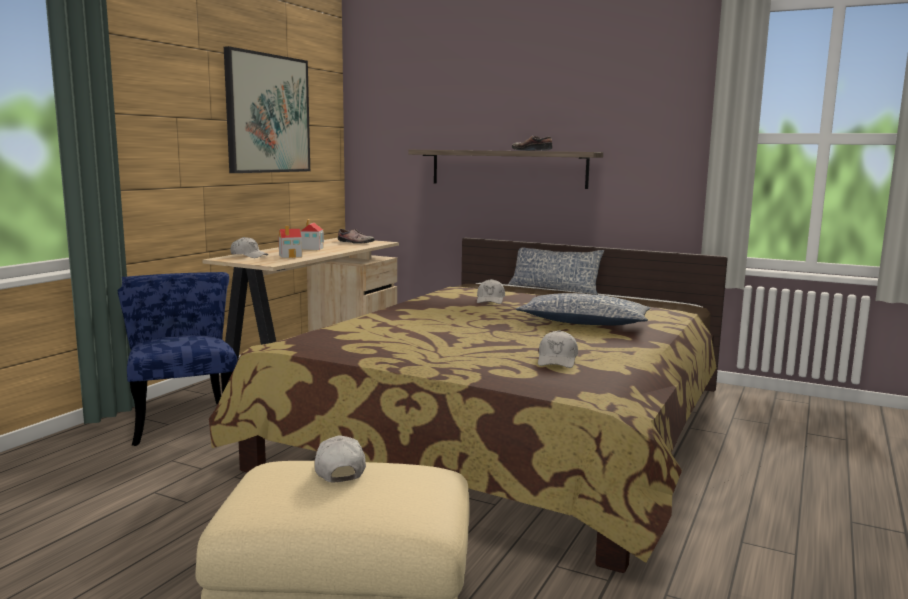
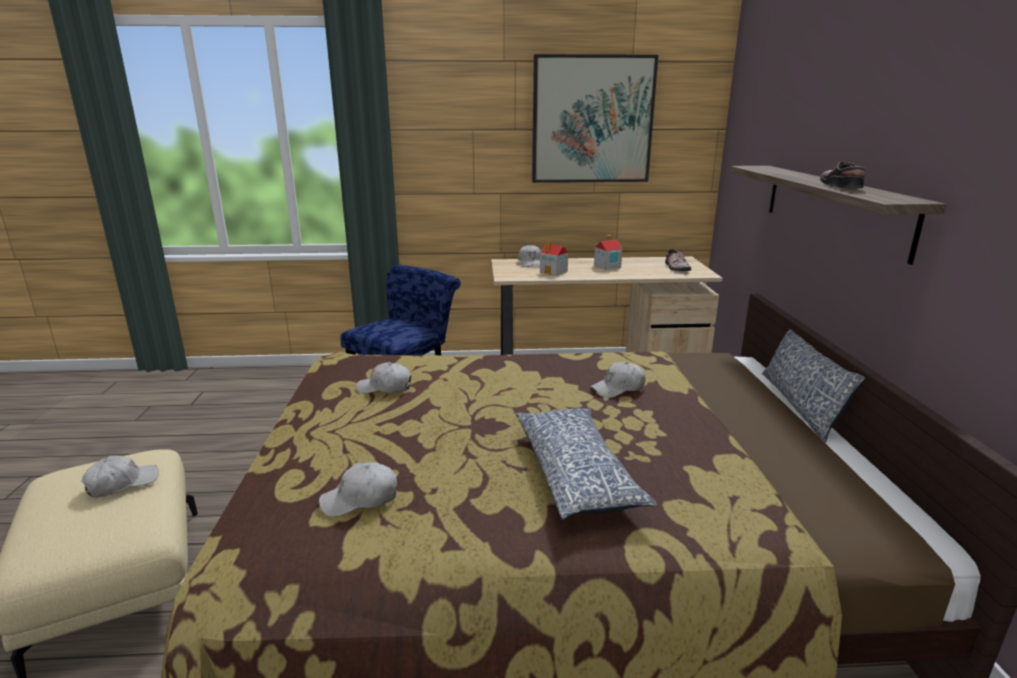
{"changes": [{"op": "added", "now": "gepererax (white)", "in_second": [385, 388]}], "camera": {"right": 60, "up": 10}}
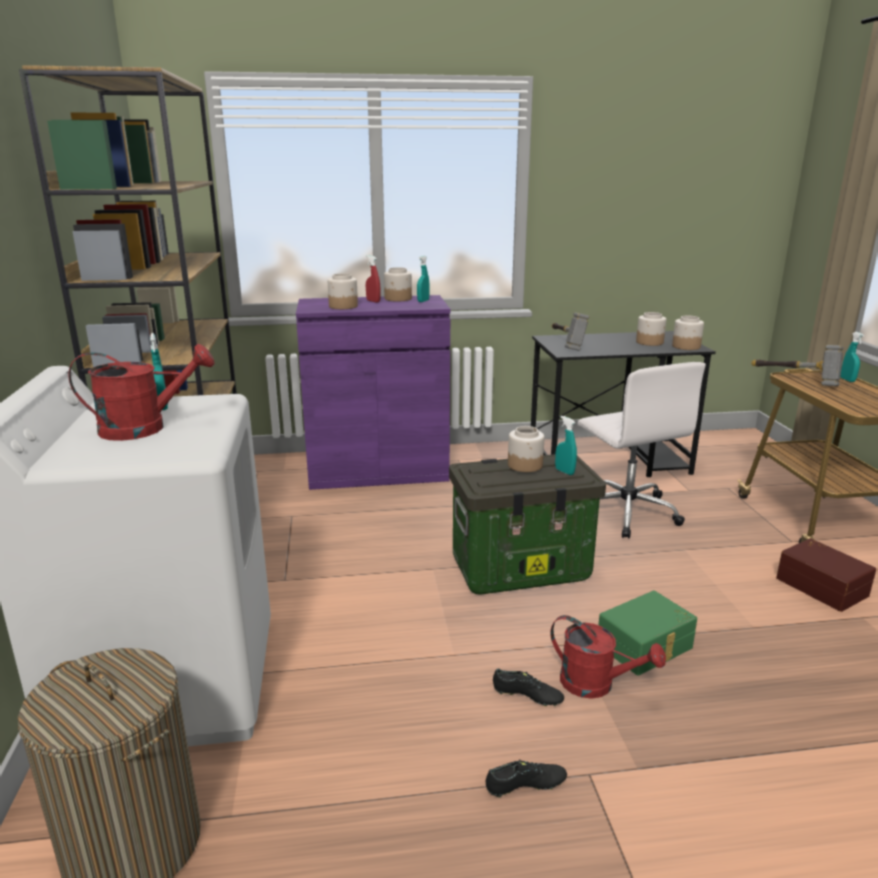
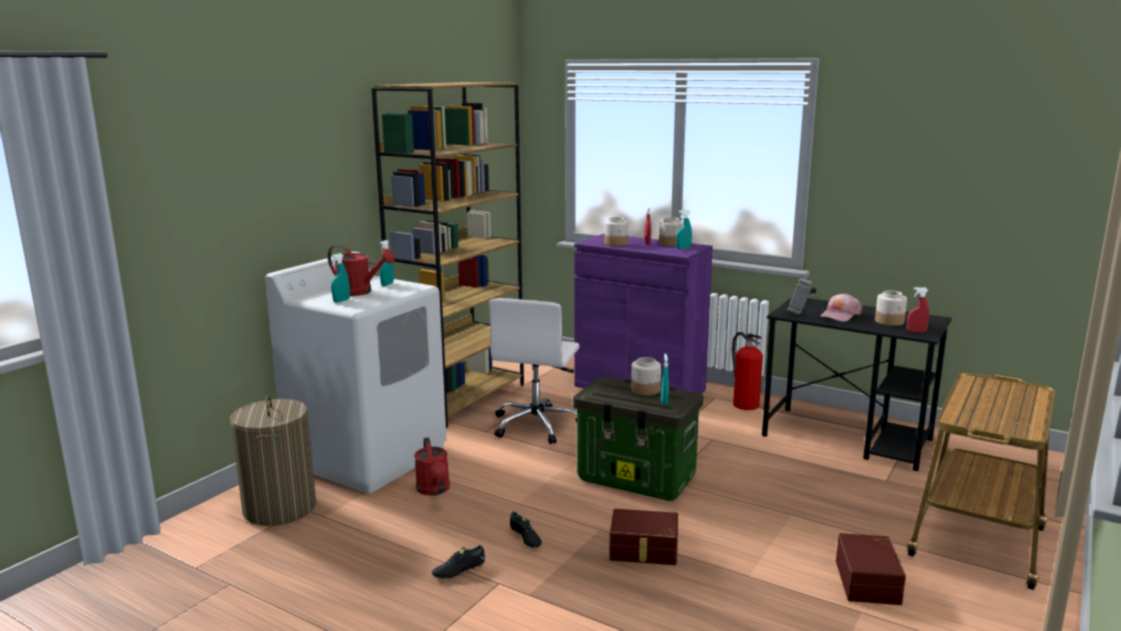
{"changes": [{"op": "removed", "was": "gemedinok", "in_first": [796, 381]}, {"op": "added", "now": "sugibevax", "in_second": [744, 404]}, {"op": "added", "now": "gepererax (pink)", "in_second": [840, 315]}, {"op": "moved", "was": "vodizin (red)", "in_first": [596, 684], "in_second": [434, 490]}, {"op": "moved", "was": "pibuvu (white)", "in_first": [625, 512], "in_second": [537, 425]}, {"op": "moved", "was": "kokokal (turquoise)", "in_first": [847, 380], "in_second": [341, 301]}, {"op": "replaced", "was": "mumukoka", "now": "kokokal (red)", "in_first": [685, 346], "in_second": [916, 332]}, {"op": "recoloured", "was": "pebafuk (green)", "now": "pebafuk (brown)", "in_first": [646, 647], "in_second": [644, 550]}, {"op": "turned", "was": "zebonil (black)", "in_first": [525, 786], "in_second": [459, 571], "clockwise": 120}], "camera": {"right": 40, "up": -5}}
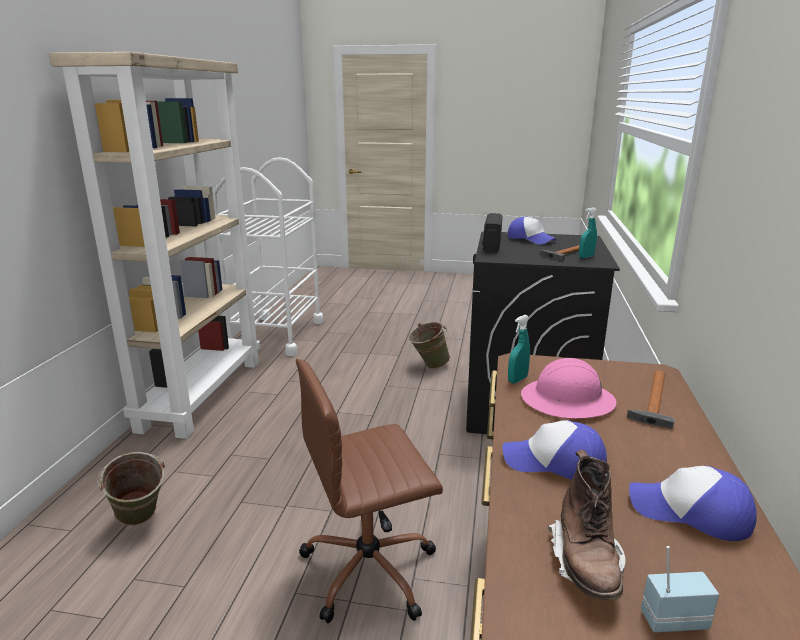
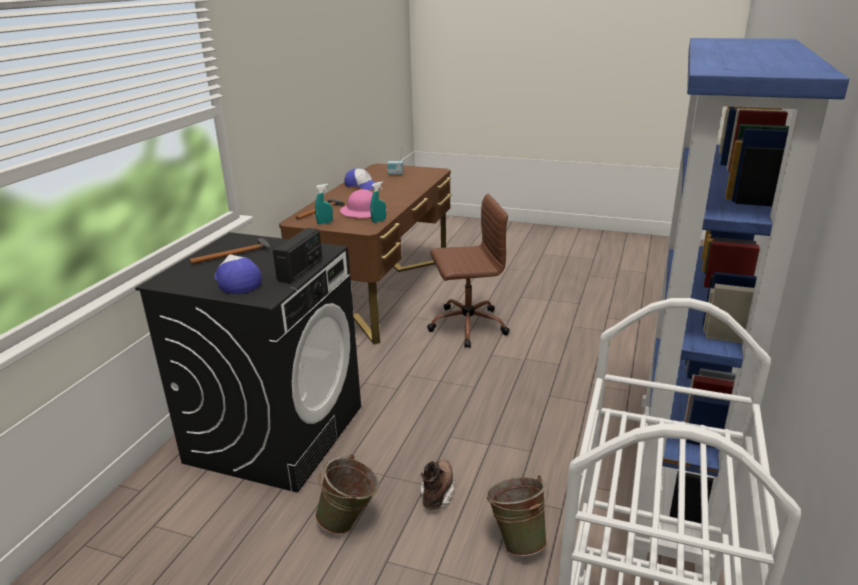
{"changes": [{"op": "removed", "was": "gepererax", "in_first": [554, 462]}, {"op": "moved", "was": "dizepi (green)", "in_first": [140, 522], "in_second": [517, 539]}, {"op": "moved", "was": "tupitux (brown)", "in_first": [586, 563], "in_second": [437, 493]}, {"op": "moved", "was": "kokokal (turquoise)", "in_first": [586, 257], "in_second": [325, 223]}, {"op": "recoloured", "was": "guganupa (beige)", "now": "guganupa (blue)", "in_first": [202, 393], "in_second": [674, 493]}], "camera": {"right": -170, "up": 5}}
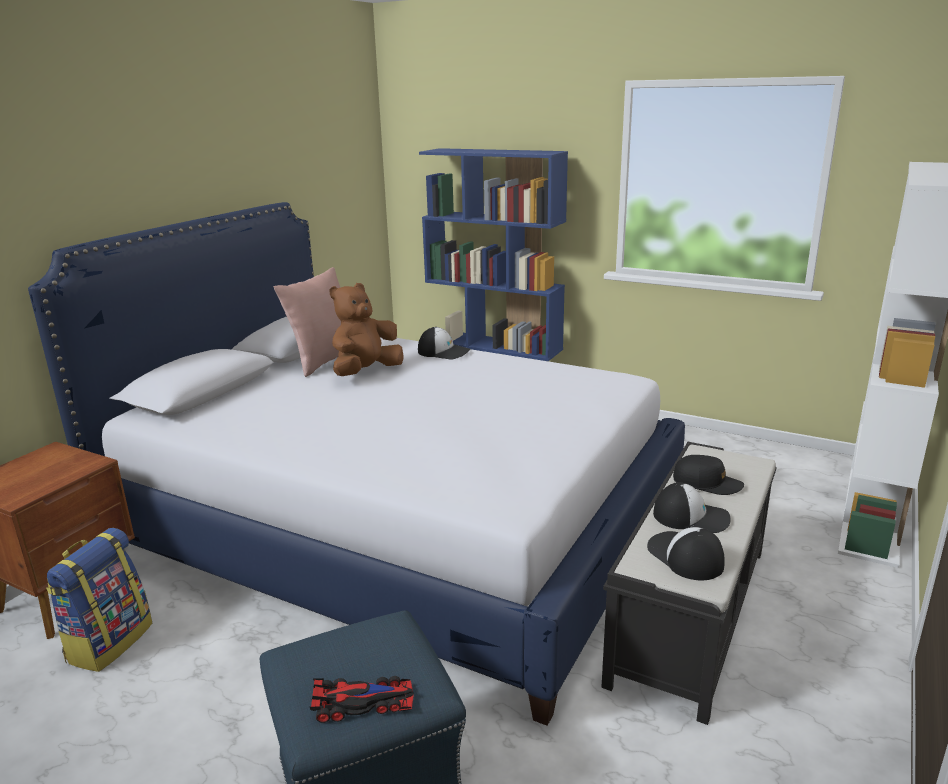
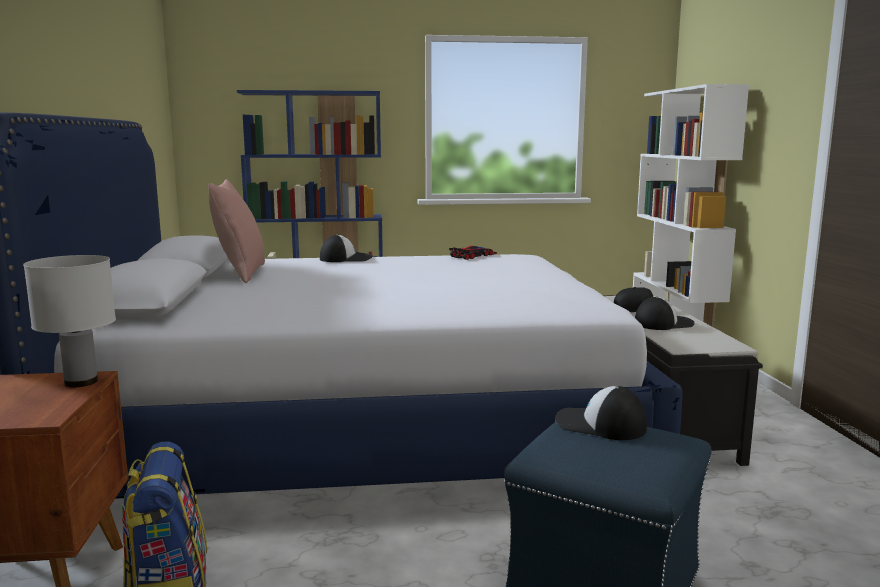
{"changes": [{"op": "removed", "was": "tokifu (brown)", "in_first": [366, 372]}, {"op": "added", "now": "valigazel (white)", "in_second": [82, 382]}, {"op": "moved", "was": "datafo", "in_first": [363, 702], "in_second": [473, 256]}, {"op": "moved", "was": "gepererax", "in_first": [684, 557], "in_second": [600, 425]}], "camera": {"right": -35, "up": -10}}
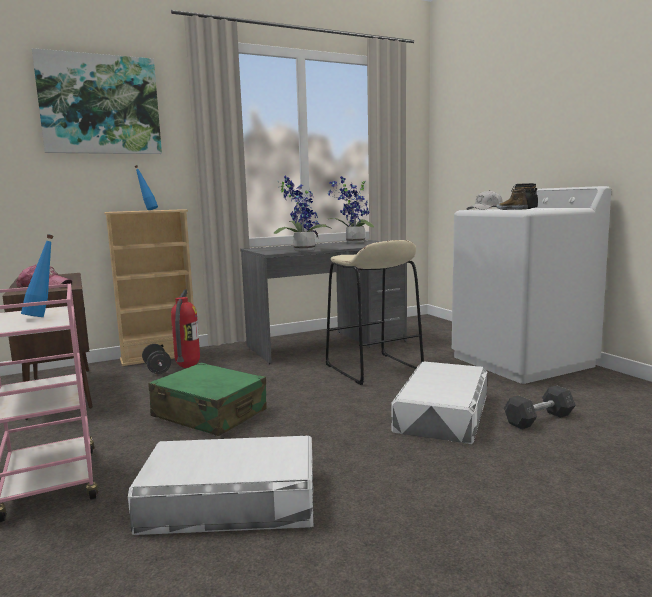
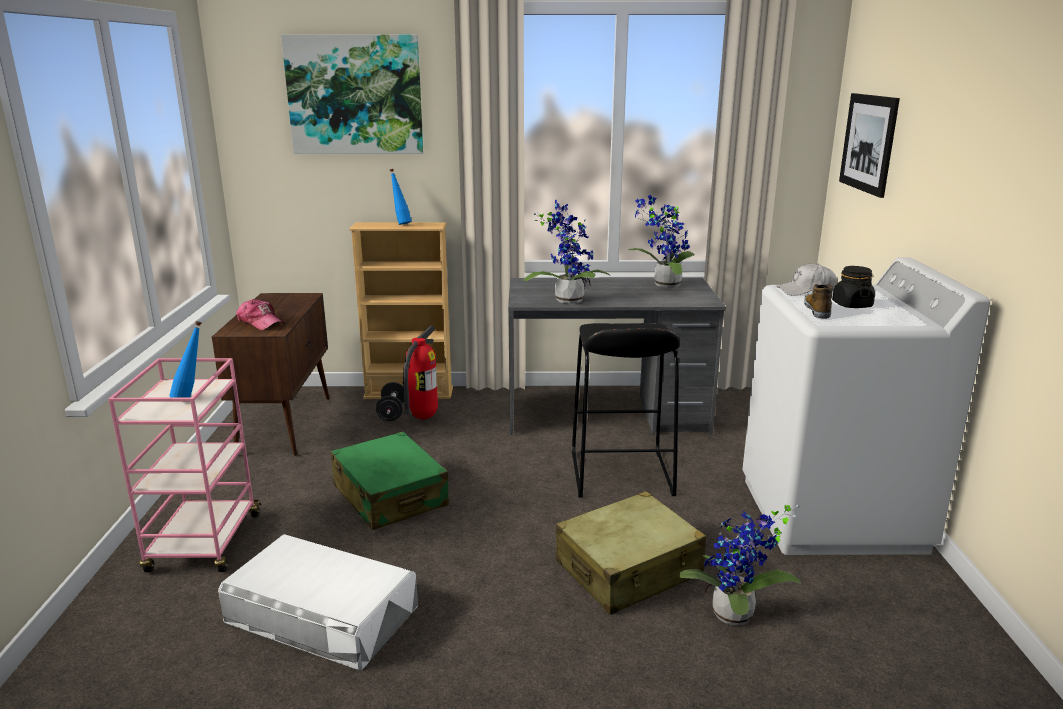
{"changes": [{"op": "added", "now": "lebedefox", "in_second": [868, 143]}, {"op": "replaced", "was": "pebafuk (white)", "now": "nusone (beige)", "in_first": [442, 412], "in_second": [629, 569]}, {"op": "replaced", "was": "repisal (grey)", "now": "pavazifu", "in_first": [539, 419], "in_second": [735, 618]}, {"op": "recoloured", "was": "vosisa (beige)", "now": "vosisa (black)", "in_first": [373, 368], "in_second": [620, 473]}], "camera": {"right": 25, "up": 10}}
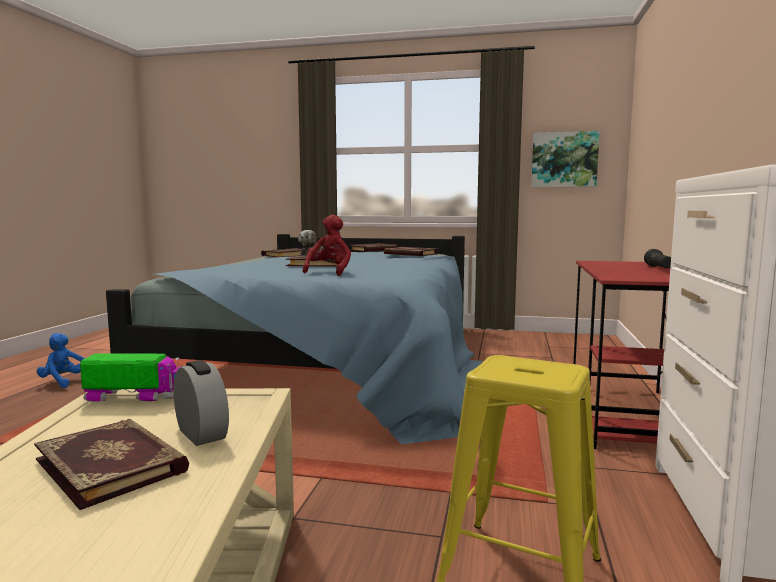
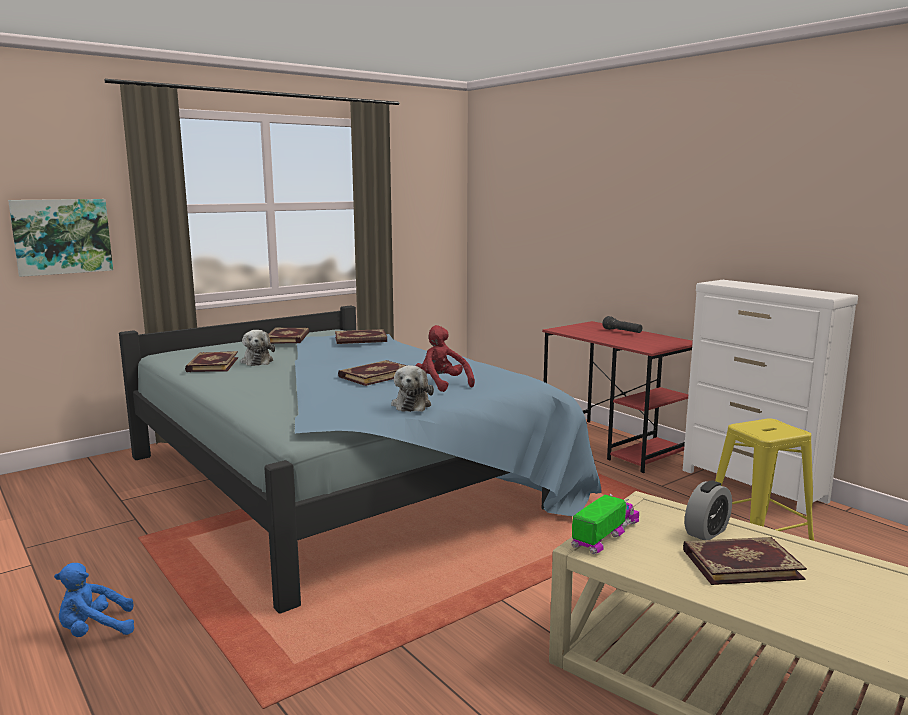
{"changes": [{"op": "added", "now": "tokifu", "in_second": [412, 404]}, {"op": "moved", "was": "lebedefox", "in_first": [564, 160], "in_second": [62, 236]}, {"op": "turned", "was": "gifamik", "in_first": [201, 434], "in_second": [706, 532], "clockwise": 135}], "camera": {"right": -50, "up": 5}}
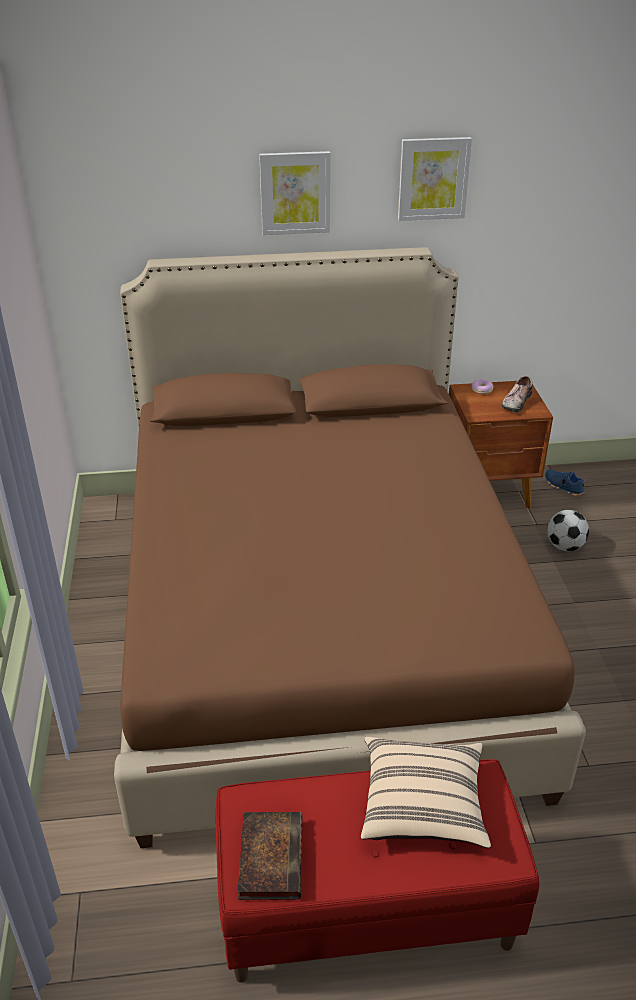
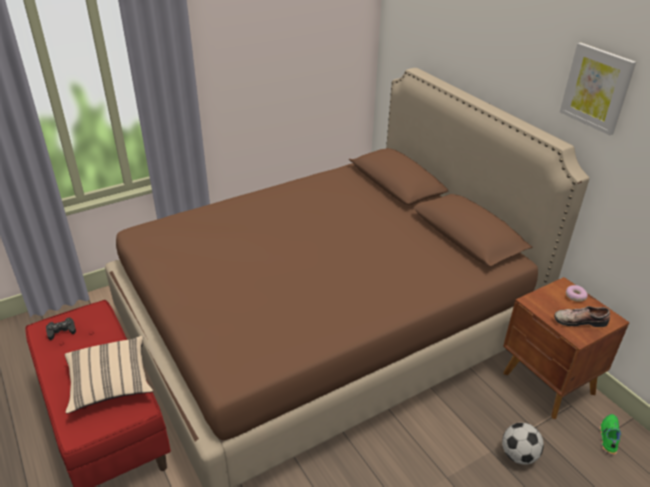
{"changes": [{"op": "removed", "was": "lebedefox", "in_first": [295, 193]}, {"op": "replaced", "was": "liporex", "now": "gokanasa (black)", "in_first": [270, 856], "in_second": [61, 331]}, {"op": "recoloured", "was": "zebonil (blue)", "now": "zebonil (green)", "in_first": [563, 487], "in_second": [608, 436]}], "camera": {"right": 65, "up": 0}}
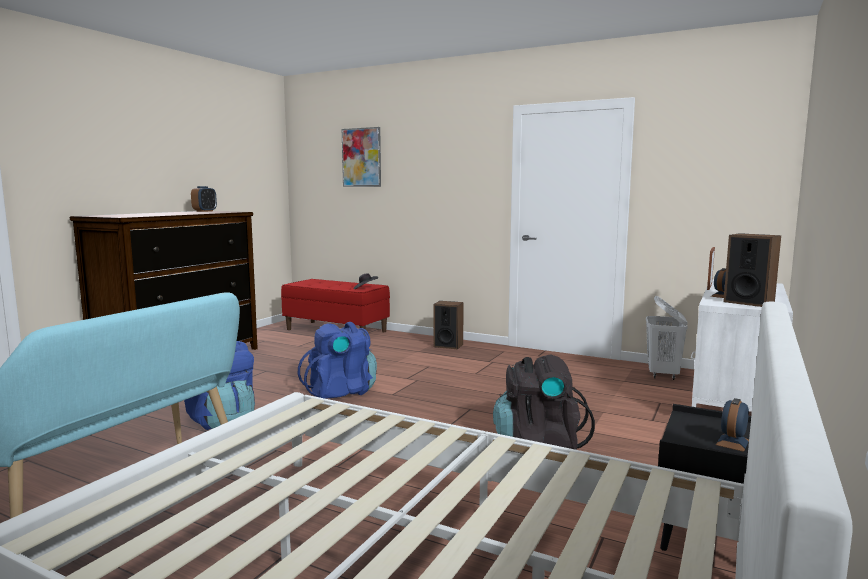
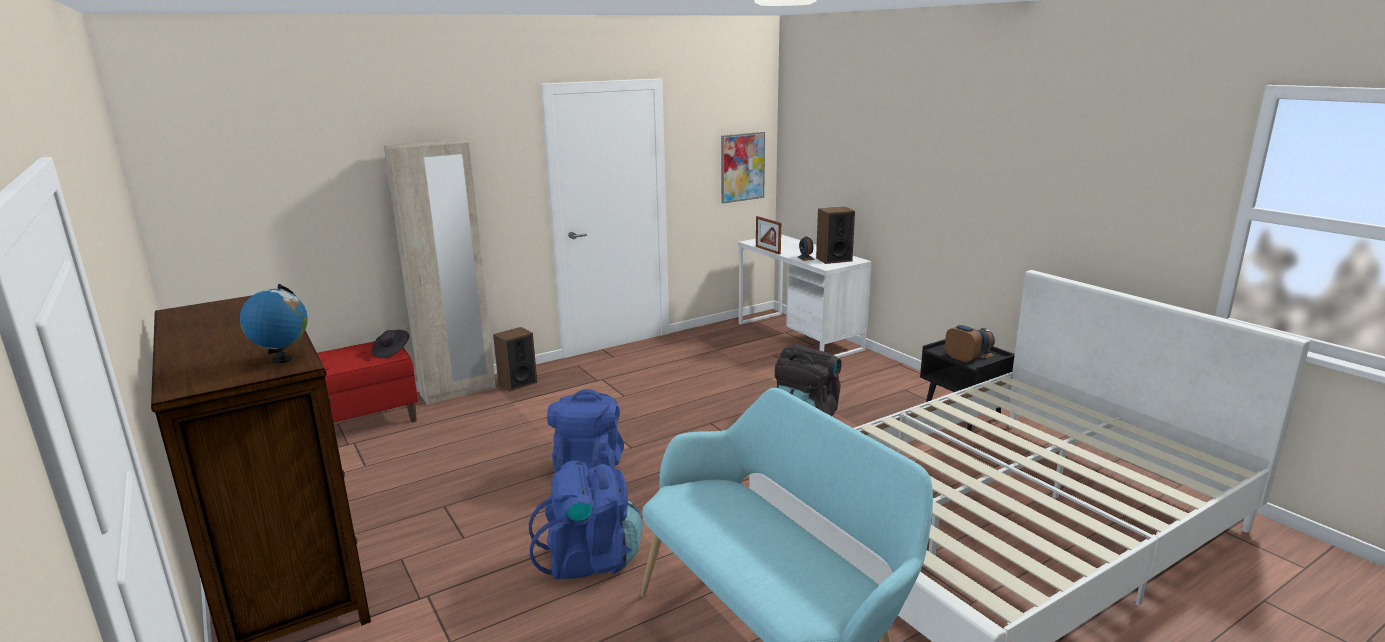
{"changes": [{"op": "removed", "was": "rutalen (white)", "in_first": [662, 375]}, {"op": "added", "now": "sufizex", "in_second": [282, 359]}, {"op": "added", "now": "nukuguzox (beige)", "in_second": [458, 391]}, {"op": "moved", "was": "gifamik", "in_first": [204, 211], "in_second": [962, 358]}, {"op": "moved", "was": "lebedefox", "in_first": [361, 157], "in_second": [742, 167]}], "camera": {"right": -60, "up": 10}}
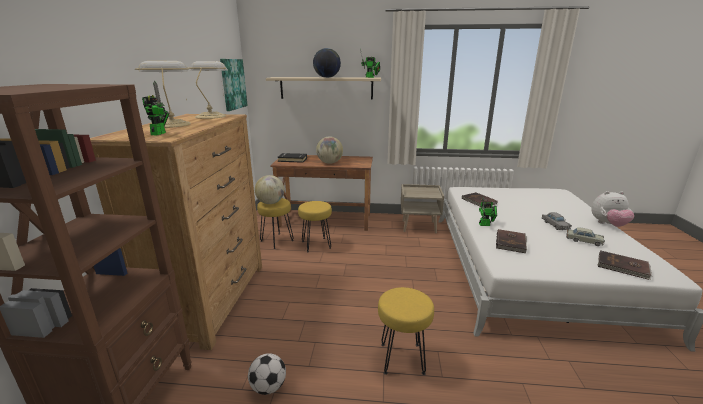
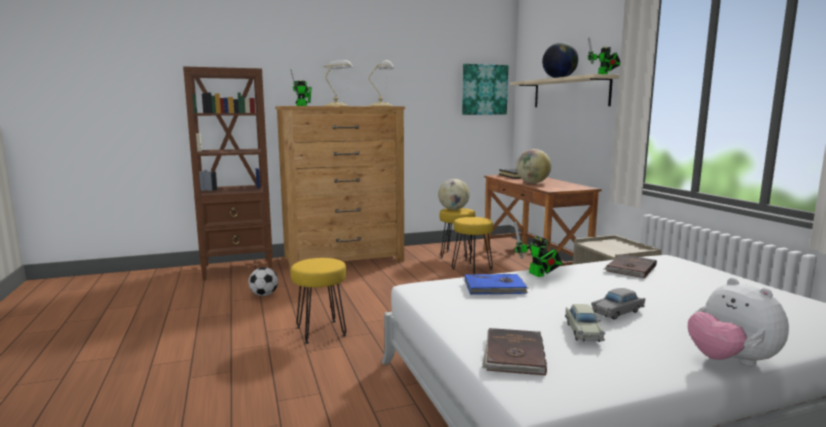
{"changes": [{"op": "recoloured", "was": "liporex (brown)", "now": "liporex (blue)", "in_first": [511, 242], "in_second": [495, 287]}], "camera": {"right": 65, "up": -10}}
